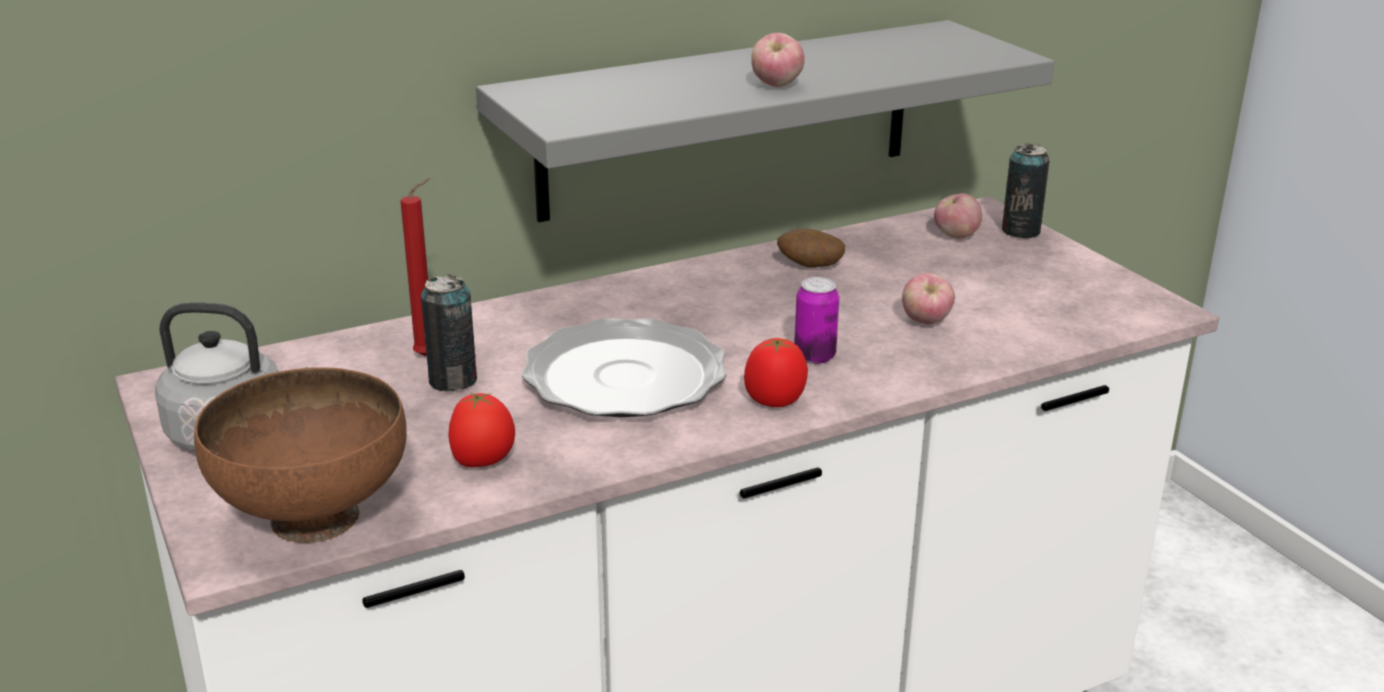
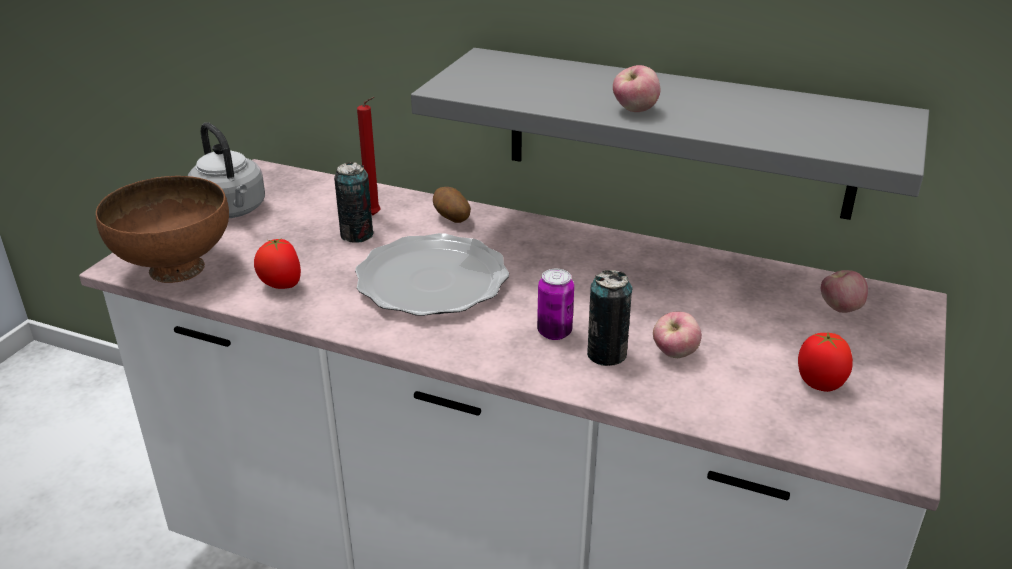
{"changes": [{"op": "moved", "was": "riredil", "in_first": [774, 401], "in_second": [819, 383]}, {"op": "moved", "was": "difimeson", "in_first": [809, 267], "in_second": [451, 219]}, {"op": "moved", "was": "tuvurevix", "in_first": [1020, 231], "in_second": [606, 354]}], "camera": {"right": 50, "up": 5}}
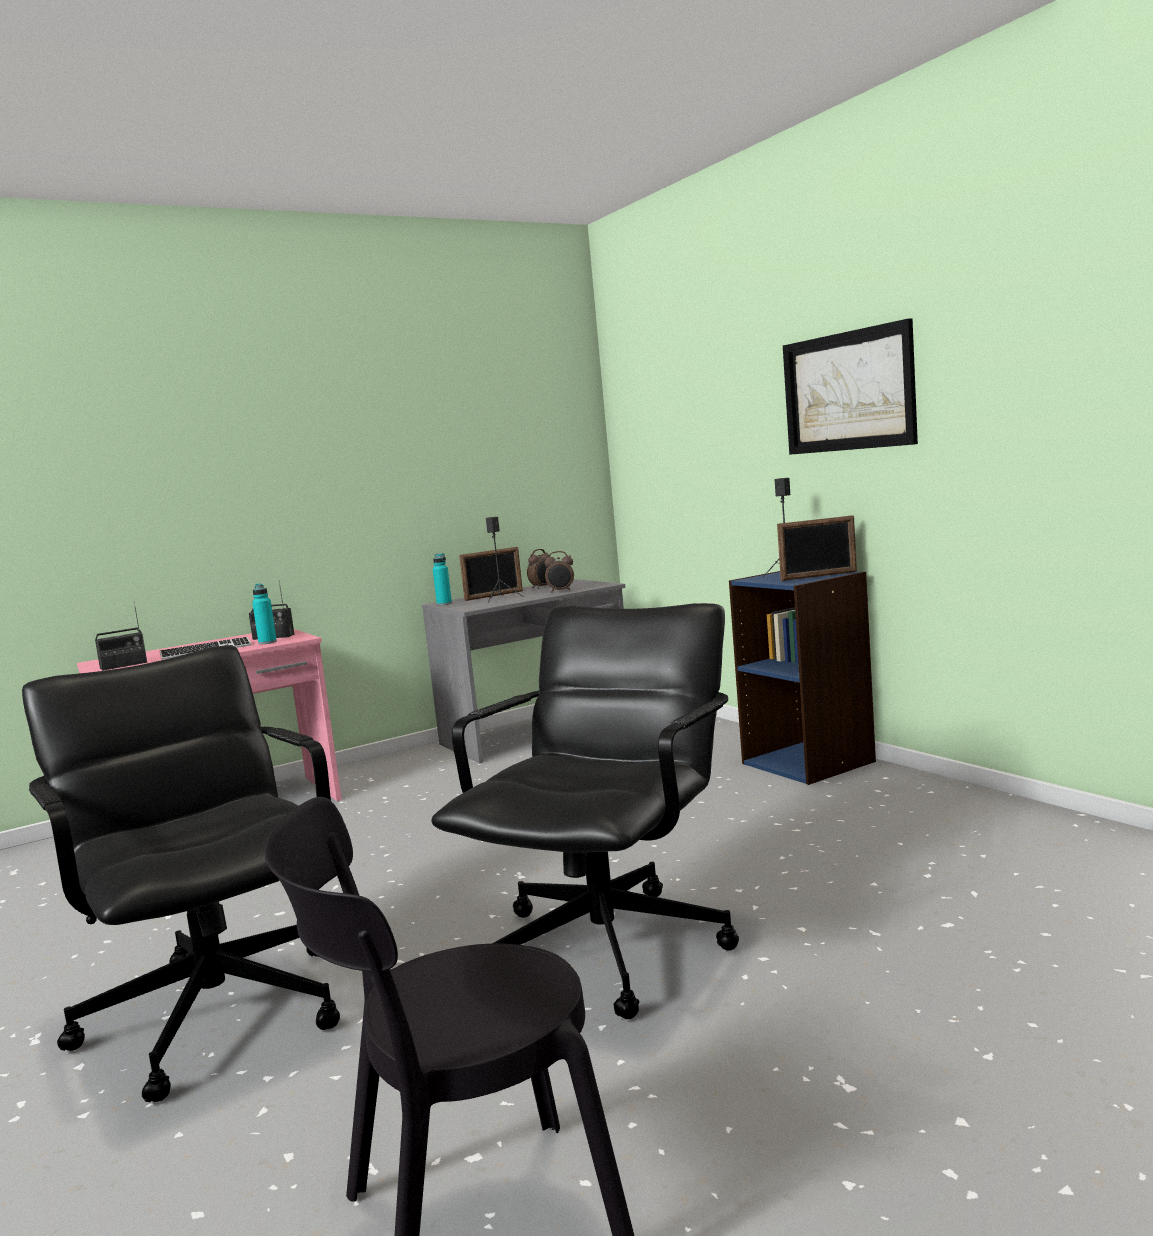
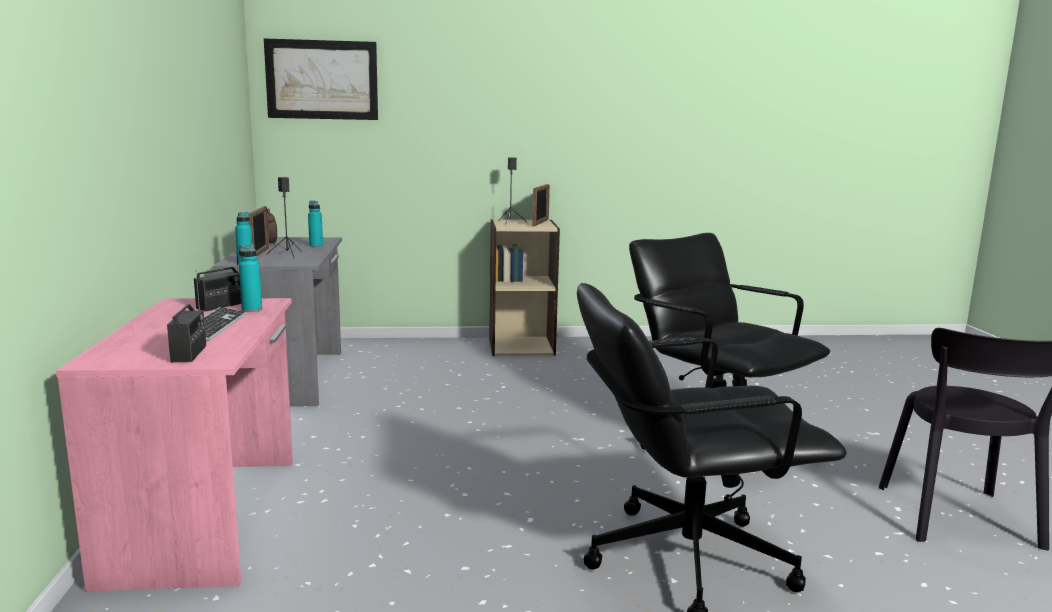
{"changes": [{"op": "moved", "was": "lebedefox", "in_first": [848, 391], "in_second": [322, 80]}, {"op": "replaced", "was": "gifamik", "now": "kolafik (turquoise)", "in_first": [561, 591], "in_second": [316, 245]}, {"op": "recoloured", "was": "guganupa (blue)", "now": "guganupa (beige)", "in_first": [809, 762], "in_second": [521, 346]}], "camera": {"right": -65, "up": 5}}
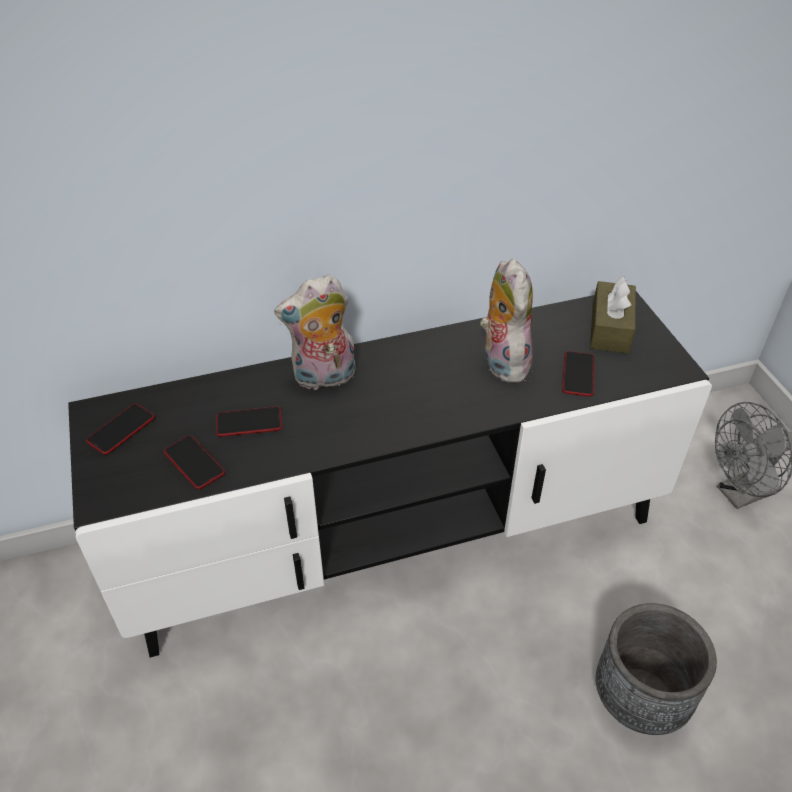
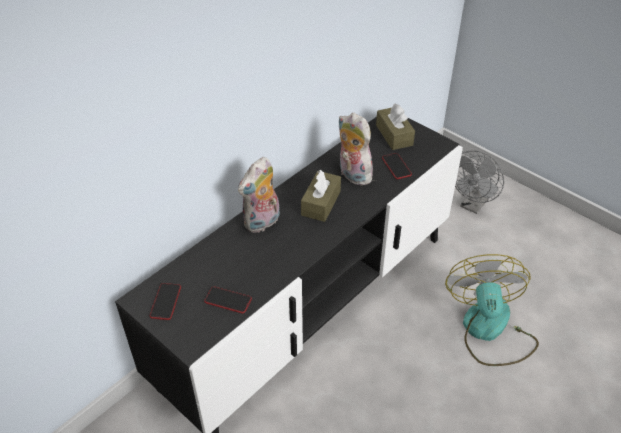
{"changes": [{"op": "removed", "was": "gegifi", "in_first": [249, 422]}, {"op": "added", "now": "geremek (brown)", "in_second": [321, 203]}, {"op": "replaced", "was": "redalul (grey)", "now": "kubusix", "in_first": [639, 698], "in_second": [489, 331]}], "camera": {"right": -30, "up": 0}}
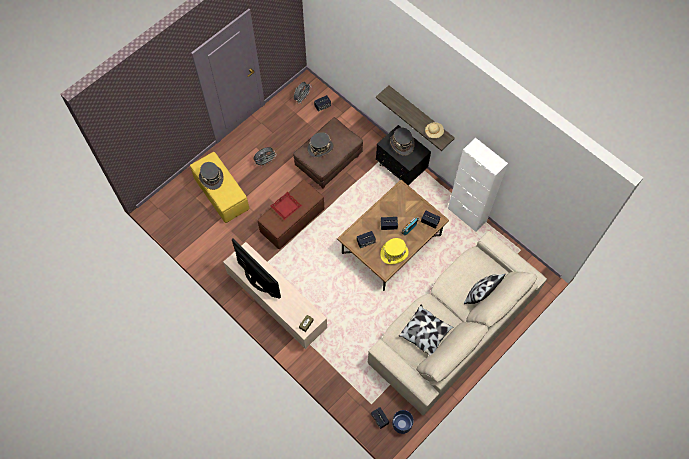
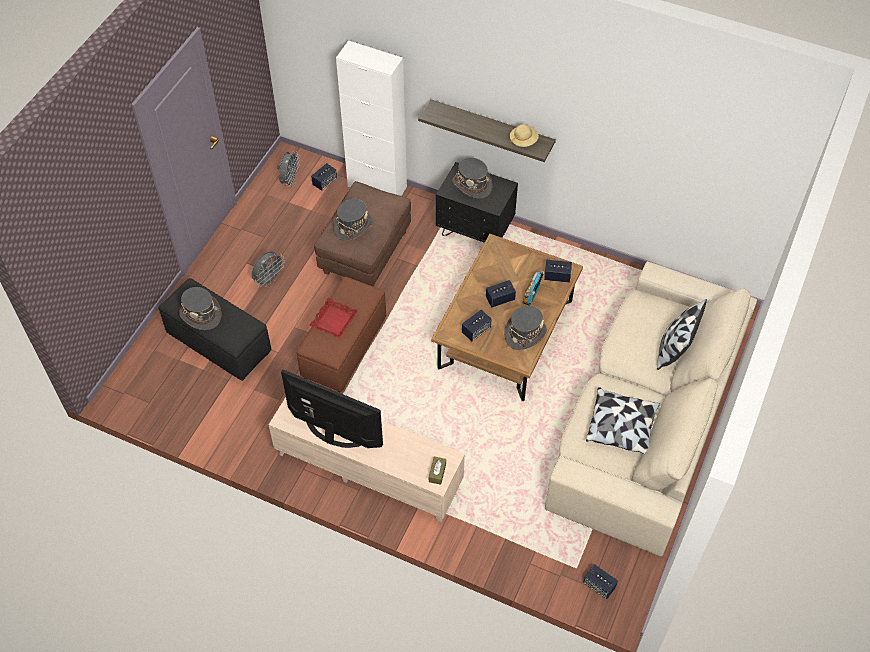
{"changes": [{"op": "removed", "was": "redalul (blue)", "in_first": [402, 424]}, {"op": "moved", "was": "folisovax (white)", "in_first": [467, 215], "in_second": [377, 186]}, {"op": "recoloured", "was": "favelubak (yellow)", "now": "favelubak (black)", "in_first": [222, 195], "in_second": [220, 343]}, {"op": "recoloured", "was": "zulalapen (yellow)", "now": "zulalapen (grey)", "in_first": [394, 253], "in_second": [525, 333]}], "camera": {"right": -20, "up": -10}}
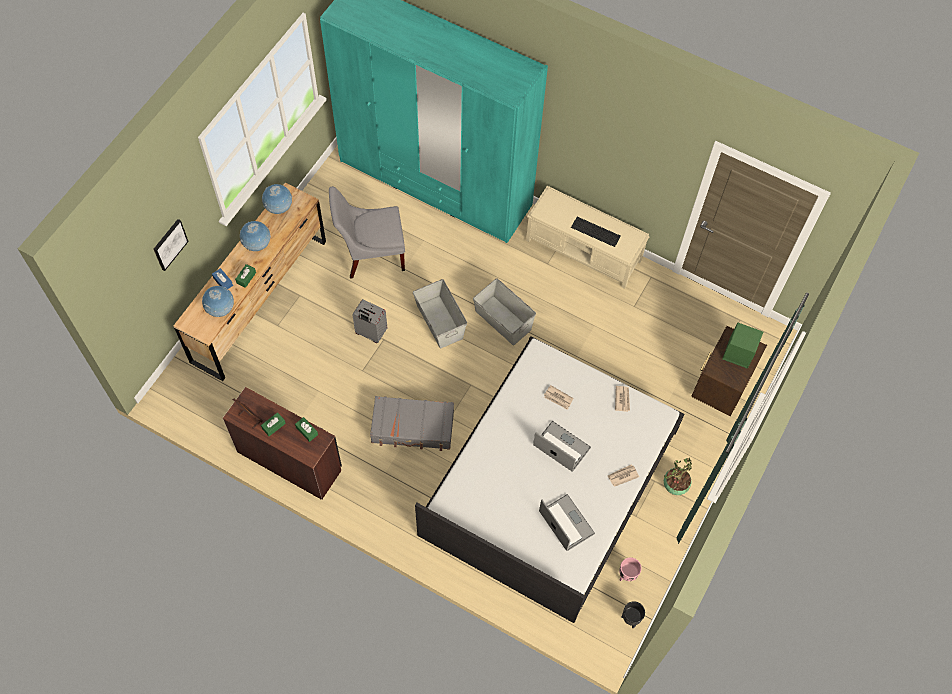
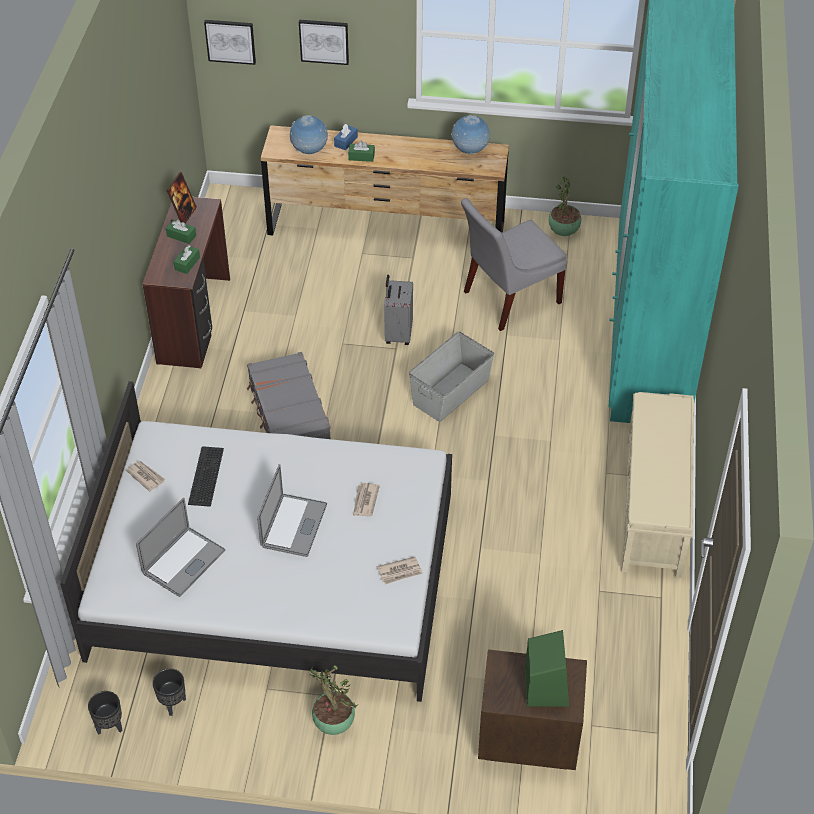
{"changes": [{"op": "removed", "was": "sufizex", "in_first": [257, 245]}, {"op": "removed", "was": "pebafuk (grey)", "in_first": [503, 320]}, {"op": "added", "now": "lebedefox", "in_second": [230, 41]}, {"op": "added", "now": "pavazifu", "in_second": [563, 232]}, {"op": "moved", "was": "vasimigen", "in_first": [594, 232], "in_second": [204, 475]}, {"op": "moved", "was": "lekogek", "in_first": [622, 476], "in_second": [145, 476]}, {"op": "recoloured", "was": "redalul (pink)", "now": "redalul (black)", "in_first": [627, 575], "in_second": [173, 704]}, {"op": "turned", "was": "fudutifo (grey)", "in_first": [370, 254], "in_second": [508, 298], "clockwise": -90}], "camera": {"right": 70, "up": -15}}
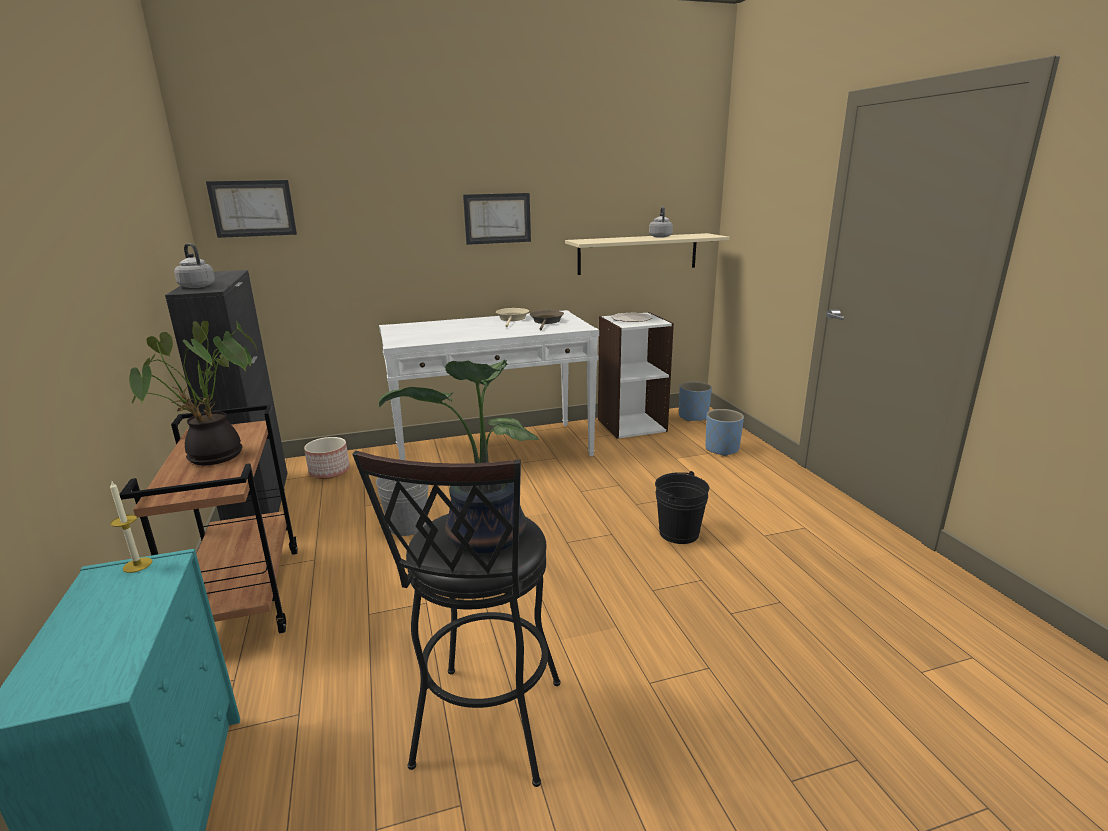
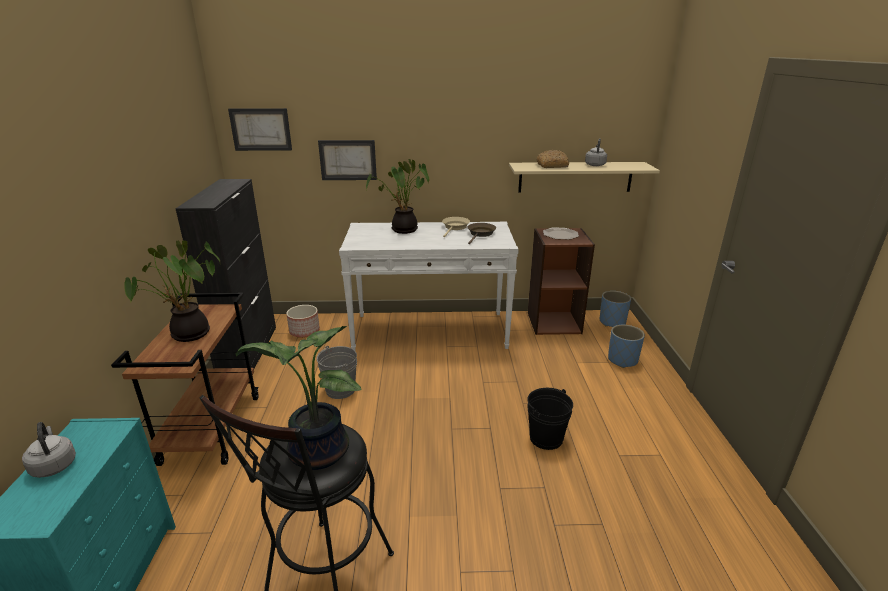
{"changes": [{"op": "removed", "was": "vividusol", "in_first": [137, 565]}, {"op": "added", "now": "pavazifu", "in_second": [402, 230]}, {"op": "added", "now": "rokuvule", "in_second": [552, 165]}, {"op": "moved", "was": "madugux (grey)", "in_first": [196, 286], "in_second": [54, 465]}, {"op": "moved", "was": "lebedefox", "in_first": [497, 218], "in_second": [348, 160]}, {"op": "recoloured", "was": "guganupa (white)", "now": "guganupa (brown)", "in_first": [631, 425], "in_second": [553, 322]}], "camera": {"right": 15, "up": 5}}
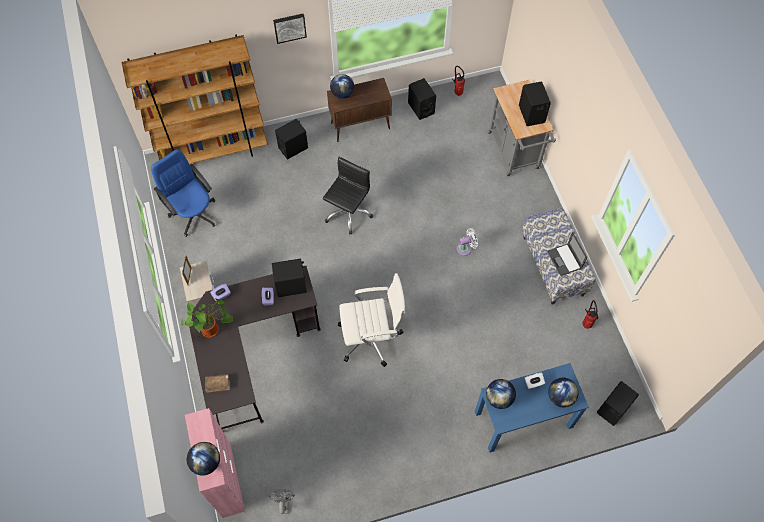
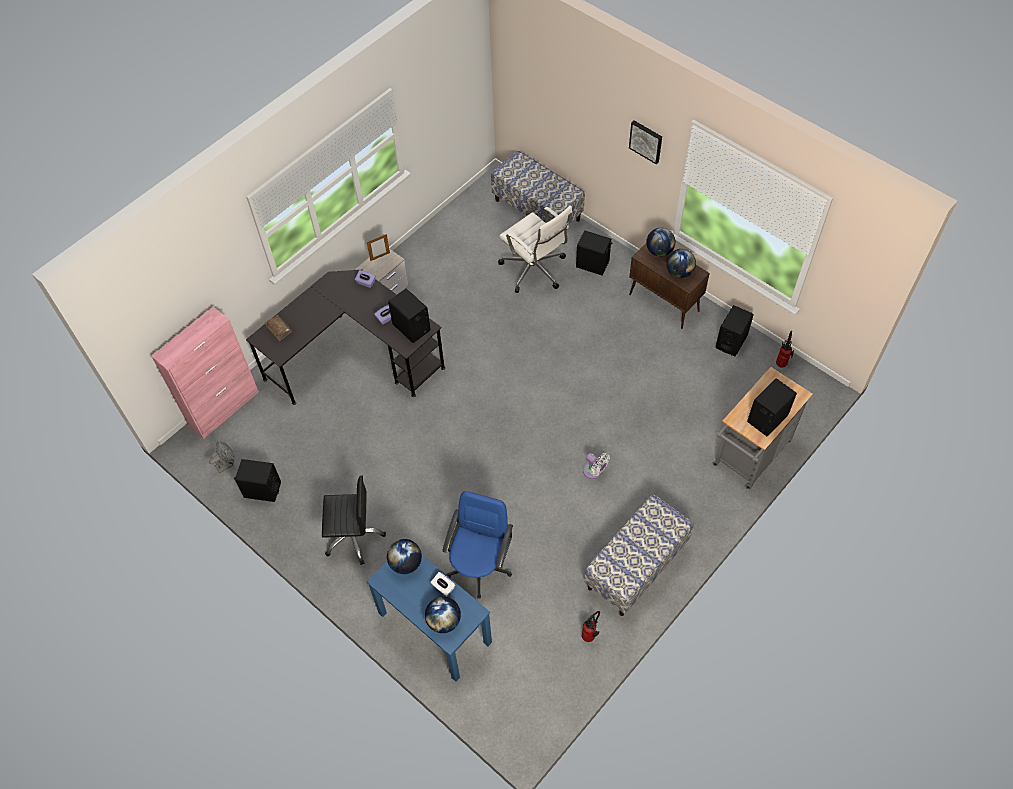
{"changes": [{"op": "removed", "was": "pavazifu", "in_first": [212, 328]}, {"op": "removed", "was": "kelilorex", "in_first": [565, 260]}, {"op": "moved", "was": "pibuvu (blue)", "in_first": [193, 214], "in_second": [480, 565]}, {"op": "moved", "was": "sufizex", "in_first": [206, 462], "in_second": [679, 272]}, {"op": "moved", "was": "pibuvu (black)", "in_first": [348, 212], "in_second": [353, 536]}, {"op": "moved", "was": "pibuvu (white)", "in_first": [371, 338], "in_second": [535, 270]}, {"op": "moved", "was": "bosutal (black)", "in_first": [612, 409], "in_second": [262, 490]}, {"op": "replaced", "was": "guganupa (brown)", "now": "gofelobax", "in_first": [214, 153], "in_second": [537, 210]}], "camera": {"right": 60, "up": -5}}
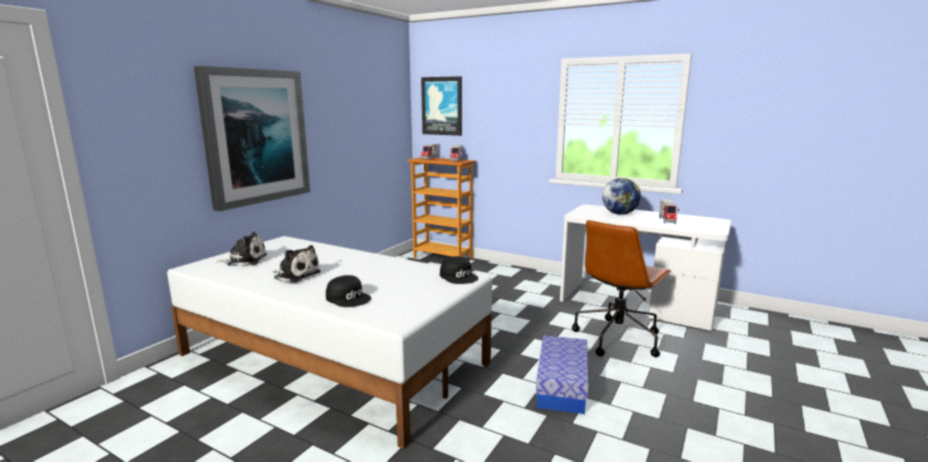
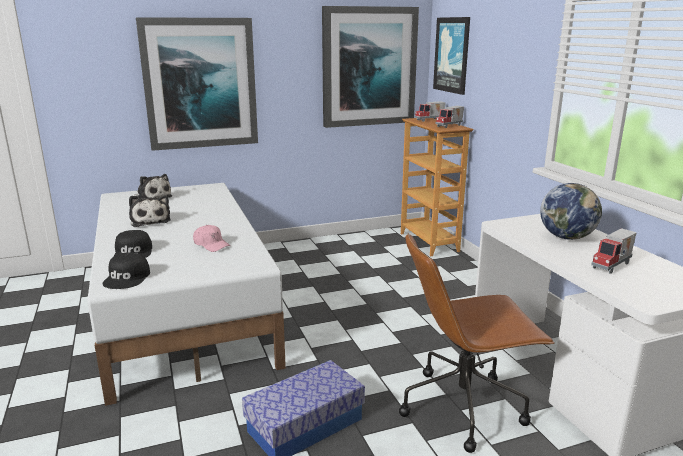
{"changes": [{"op": "added", "now": "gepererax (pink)", "in_second": [211, 245]}, {"op": "added", "now": "lebedefox", "in_second": [368, 67]}, {"op": "moved", "was": "gepererax (black)", "in_first": [459, 276], "in_second": [127, 278]}], "camera": {"right": 40, "up": 5}}
